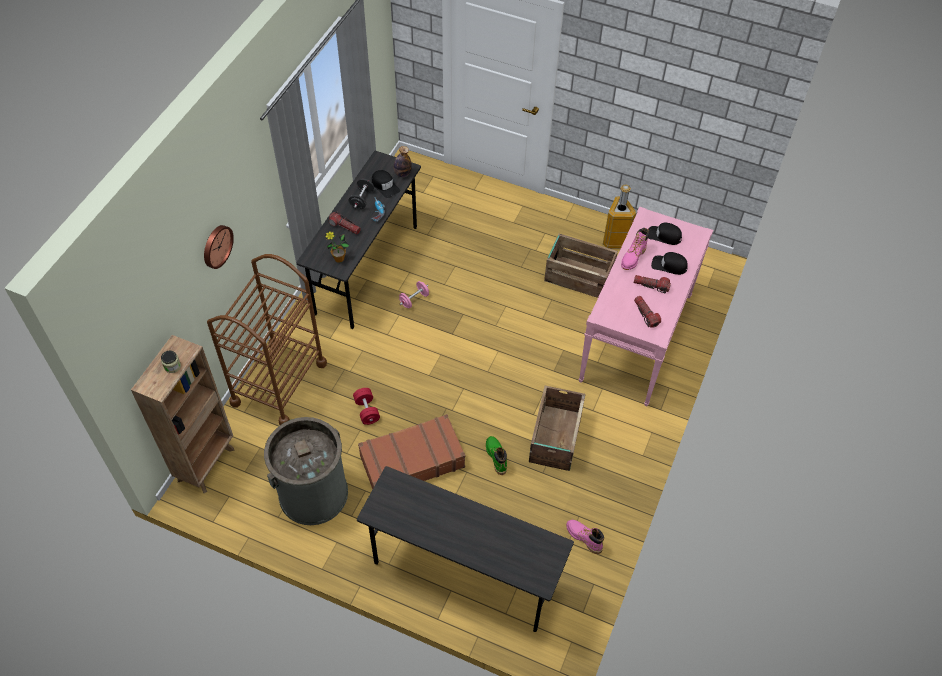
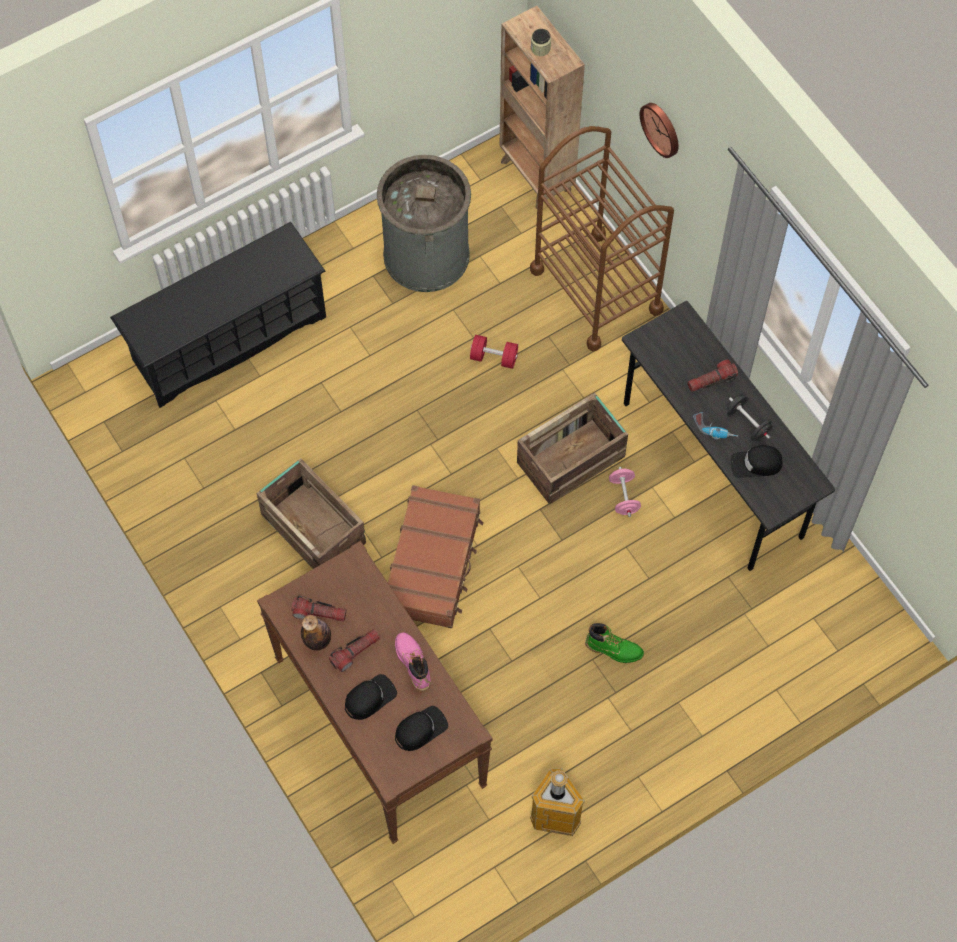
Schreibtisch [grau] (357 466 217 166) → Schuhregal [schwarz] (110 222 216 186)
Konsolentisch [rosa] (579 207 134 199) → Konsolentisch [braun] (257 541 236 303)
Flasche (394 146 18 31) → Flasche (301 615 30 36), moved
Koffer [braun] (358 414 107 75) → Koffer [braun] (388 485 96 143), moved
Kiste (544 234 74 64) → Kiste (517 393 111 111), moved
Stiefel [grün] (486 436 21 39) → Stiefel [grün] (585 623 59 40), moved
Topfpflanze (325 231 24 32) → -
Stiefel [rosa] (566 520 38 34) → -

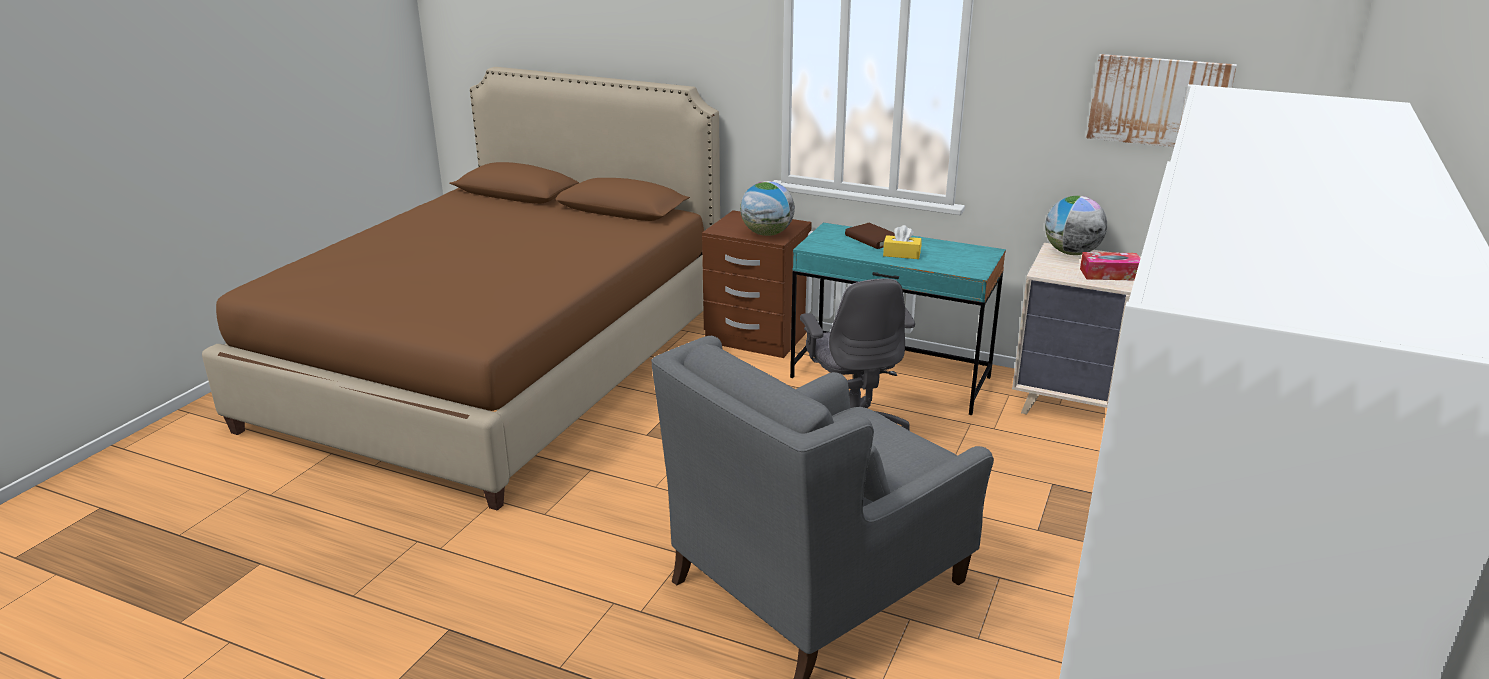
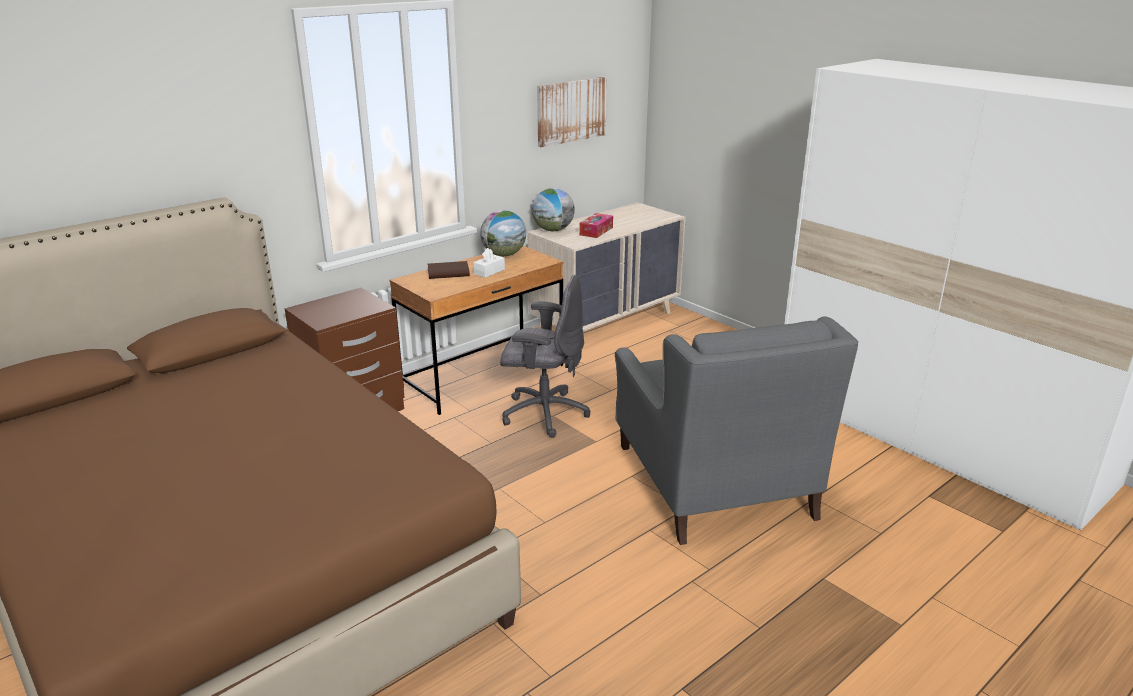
Schreibtisch [türkis] (790 223 216 192) → Schreibtisch [braun] (390 246 173 169)
Taschentuchbox [gelb] (883 225 39 34) → Taschentuchbox [weiß] (474 248 31 30)
Globus (740 181 55 55) → Globus (480 210 46 46), moved

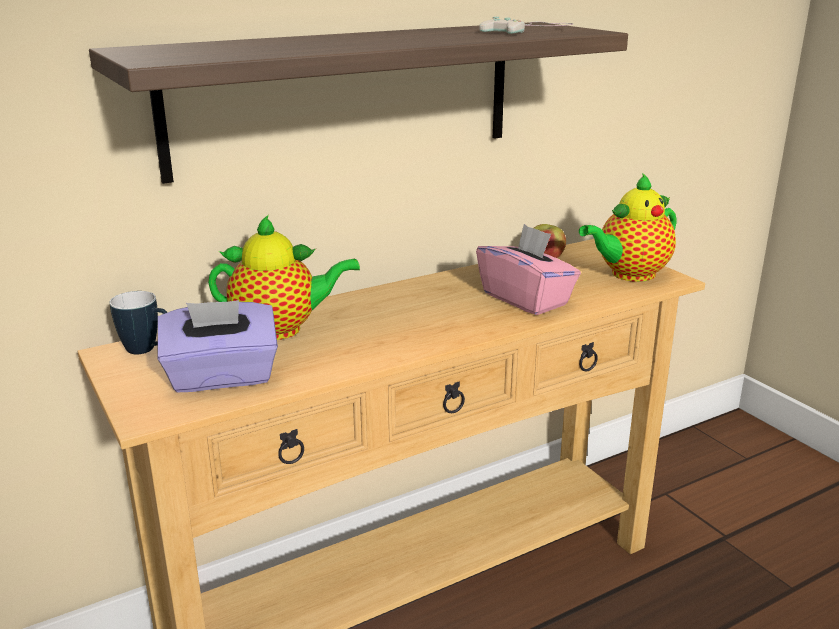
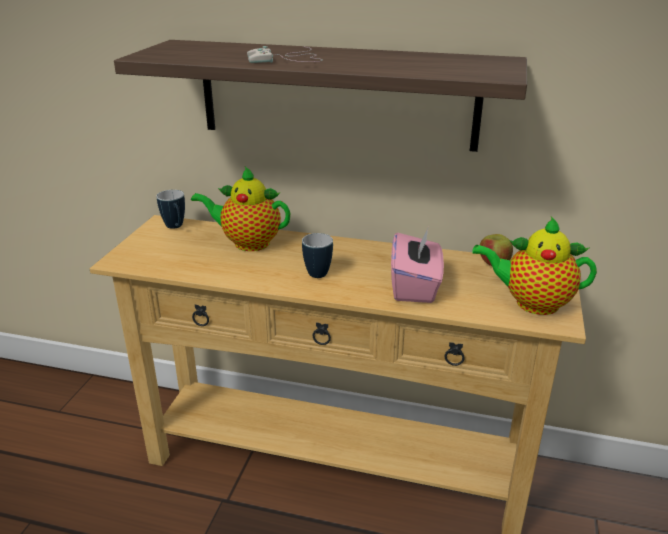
Teekanne (208 215 152 125) → Teekanne (191 167 99 84), 150 degrees clockwise
Gamepad [weiß] (479 17 94 17) → Gamepad [weiß] (247 46 76 17), moved
- → Henkelbecher (302 233 31 45)
Taschentuchbox [lila] (157 300 121 92) → -

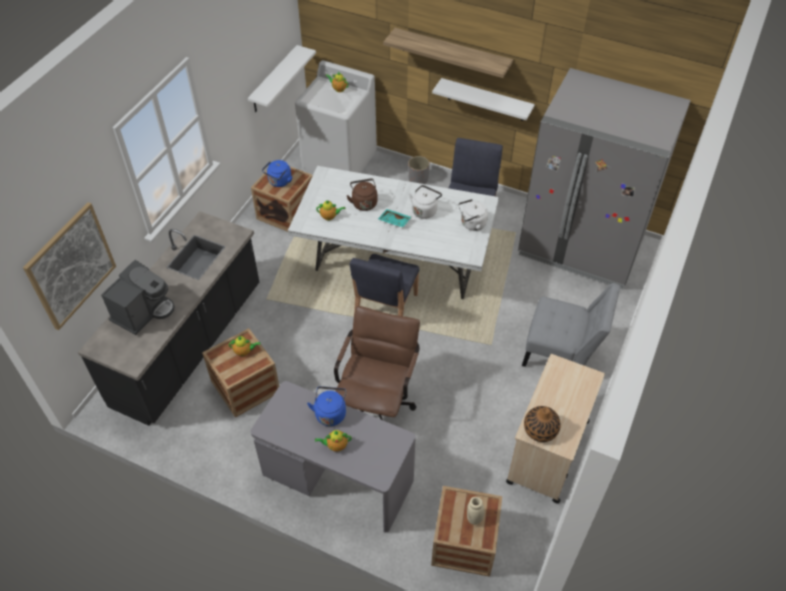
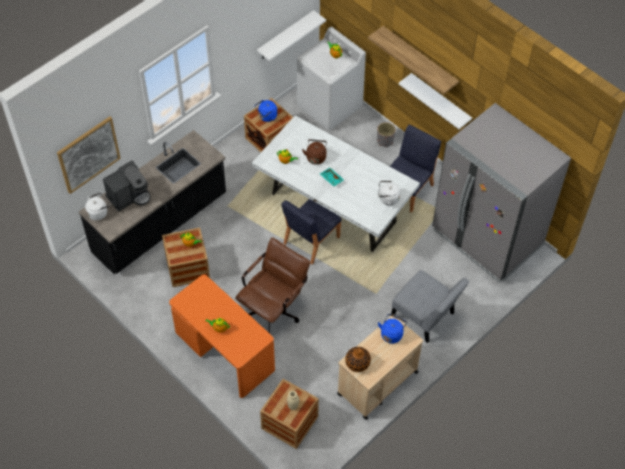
Wasserkessel [weiß] (409 185 33 34) → Wasserkessel [weiß] (85 193 25 27), moved
Schreibtisch [grau] (251 381 165 152) → Schreibtisch [orange] (169 274 106 124)
Wasserkessel [blau] (307 386 40 40) → Wasserkessel [blau] (378 314 29 30), moved

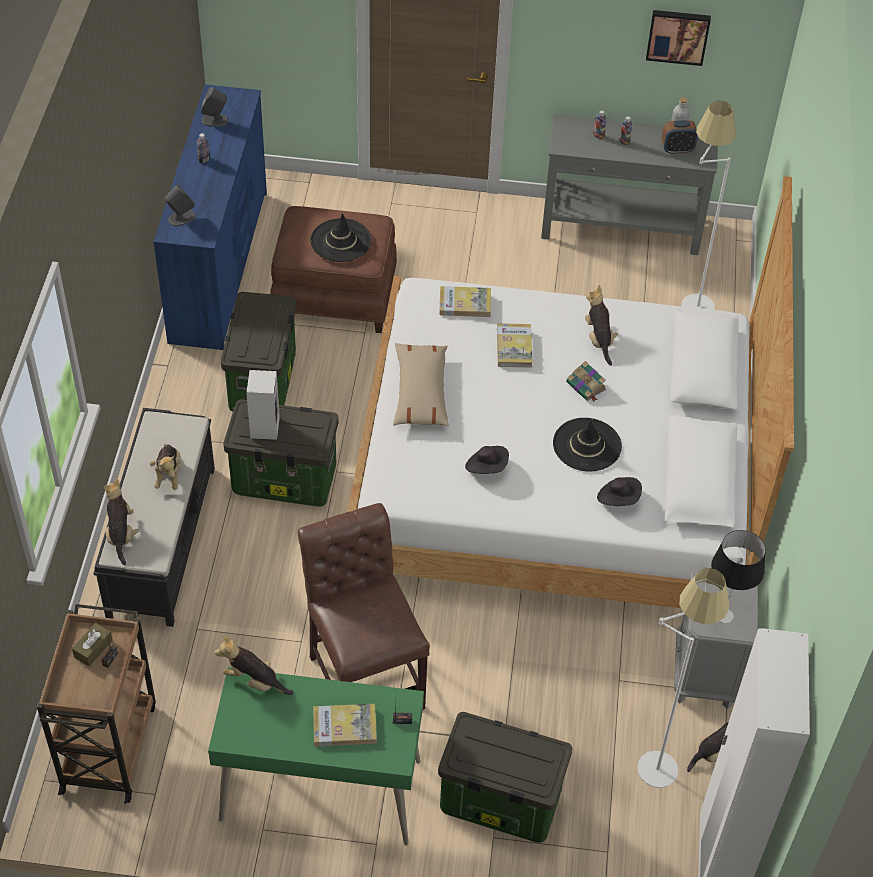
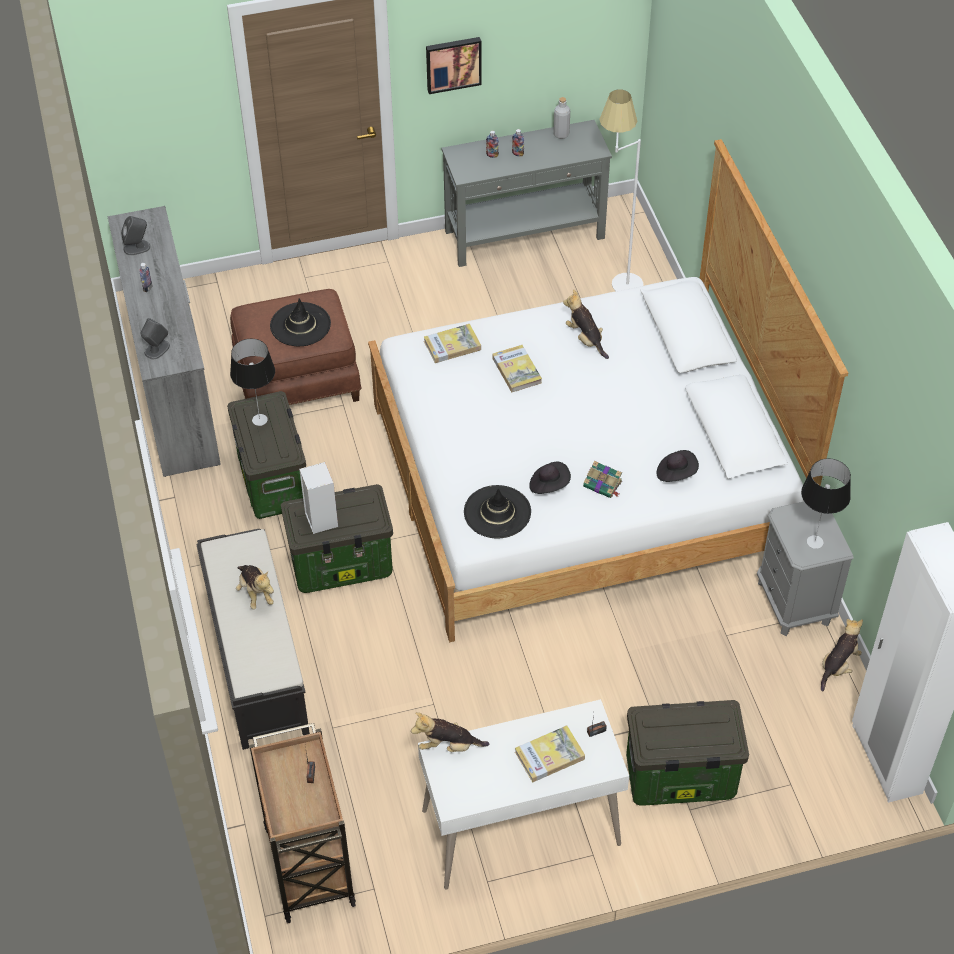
Kommode [blau] (153 84 114 266) → Kommode [grau] (108 206 113 271)
- → Tischlampe (230 339 45 87)
Schreibtisch [grün] (208 667 216 178) → Schreibtisch [weiß] (418 699 211 191)
Bild (646 10 65 56) → Bild (426 37 56 57), moved
Hut [schwarz] (553 418 69 54) → Hut [schwarz] (464 485 67 54), moved
Buch (566 361 40 41) → Buch (583 461 39 37), moved
Taschentuchbox [braun] (72 623 41 43) → -
Plüschtier (103 478 36 87) → -
Stuhl [braun] (298 503 132 207) → -
Kissen [beige] (393 343 56 83) → -
Stehlampe [weiß] (637 568 92 220) → -
Wecker (662 120 36 34) → -

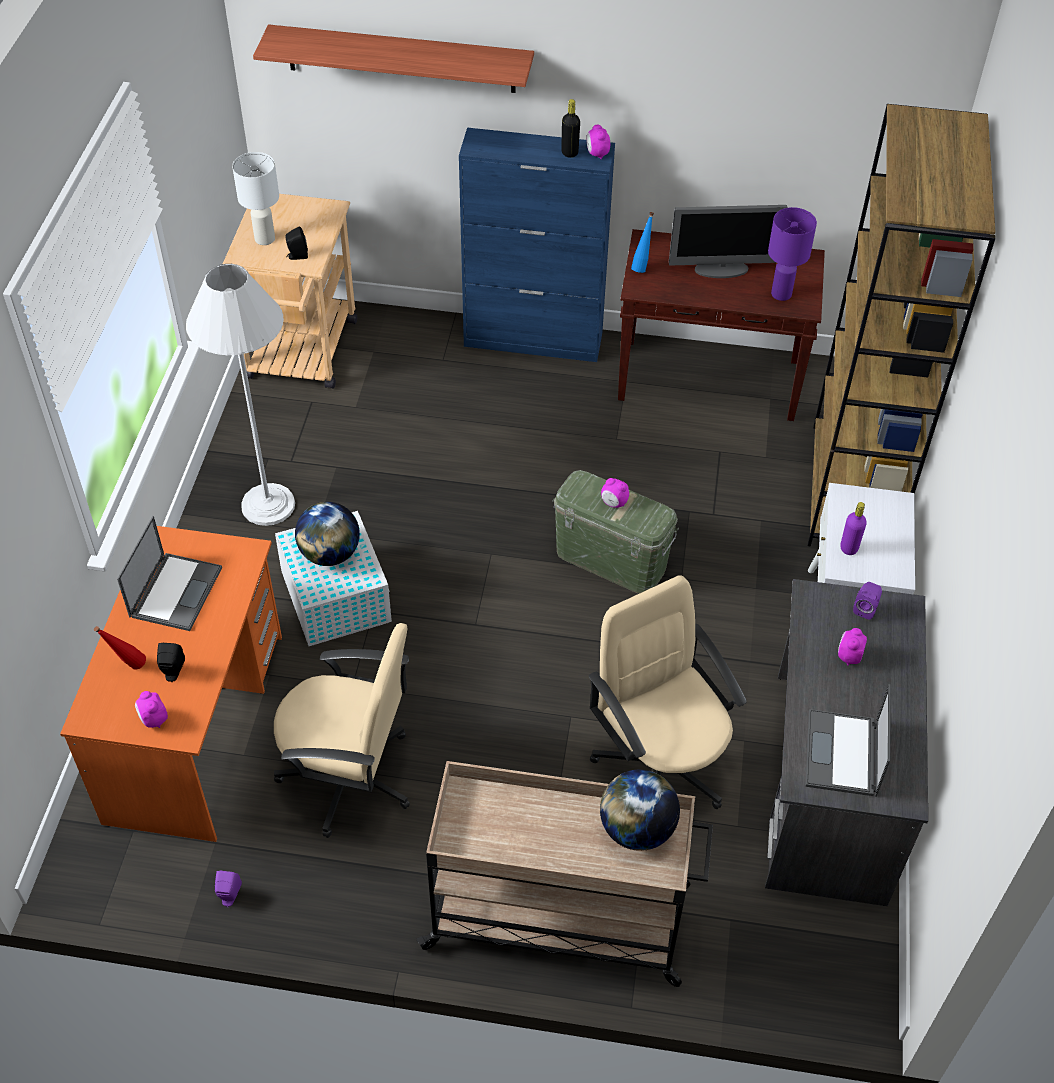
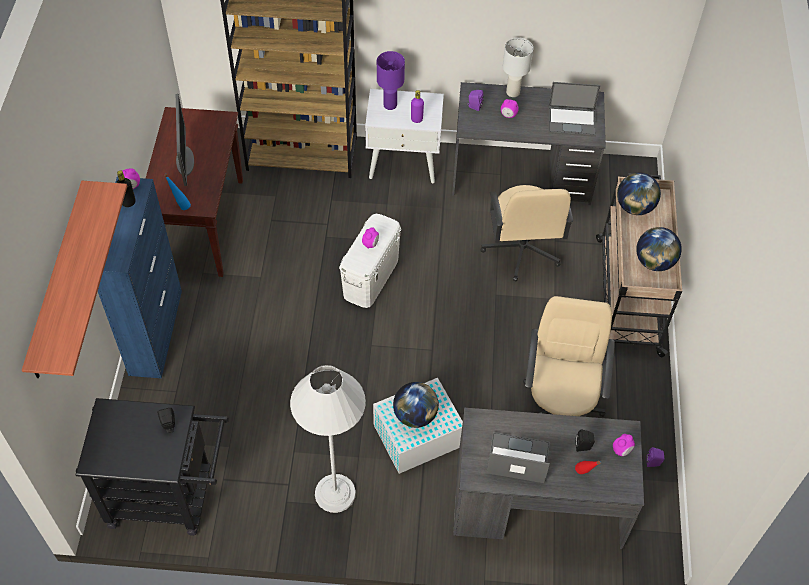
Rollwagen [beige] (223 194 134 195) → Rollwagen [schwarz] (76 398 153 138)
Aufbewahrungsbox [grün] (552 470 127 124) → Aufbewahrungsbox [weiß] (339 214 62 94)
Tischlampe [lila] (768 207 49 94) → Tischlampe [lila] (377 51 28 59), moved
Schreibtisch [orange] (60 526 222 316) → Schreibtisch [grau] (453 408 191 141)
Bürostuhl [beige] (589 575 158 234) → Bürostuhl [beige] (480 185 93 97), 60 degrees counterclockwise
Tischlampe [weiß] (232 152 47 93) → Tischlampe [weiß] (503 38 30 59), moved
- → Globus (636 227 46 44)

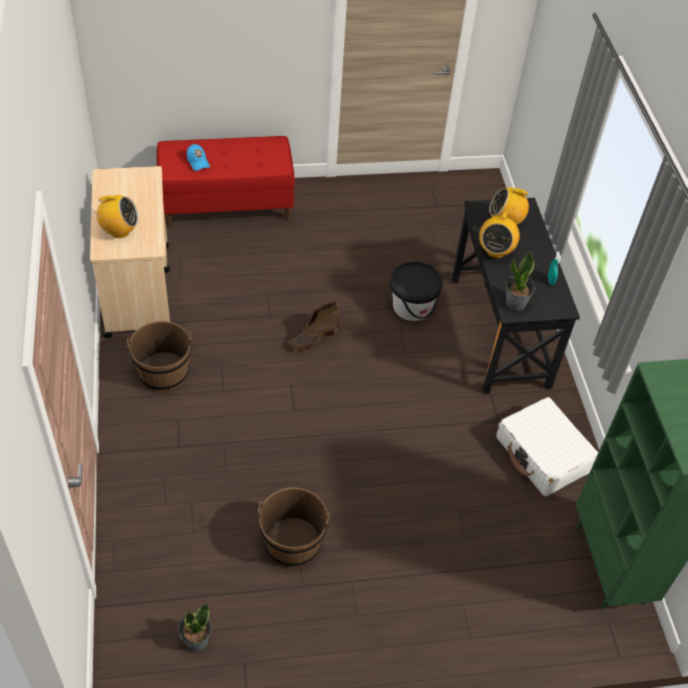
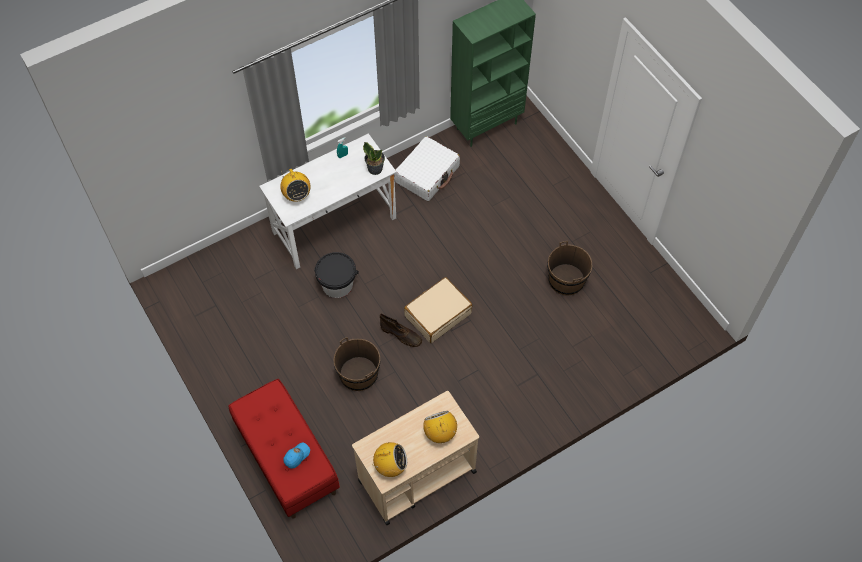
Schreibtisch [schwarz] (452 198 128 196) → Schreibtisch [weiß] (259 133 138 136)
Eimer [braun] (127 321 64 71) → Eimer [braun] (334 337 46 54), moved
Radio (479 208 41 50) → Radio (372 442 35 35), moved
- → Koffer [beige] (404 277 68 66)
Topfpflanze (178 603 33 49) → -

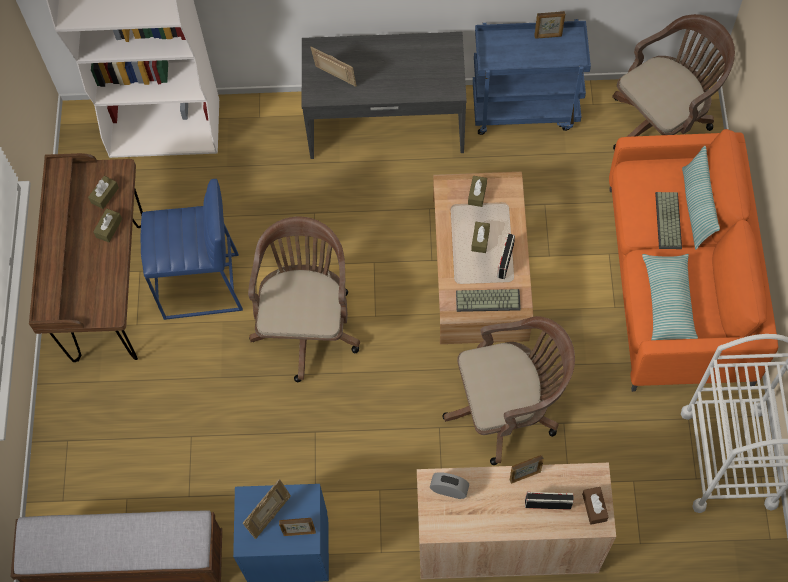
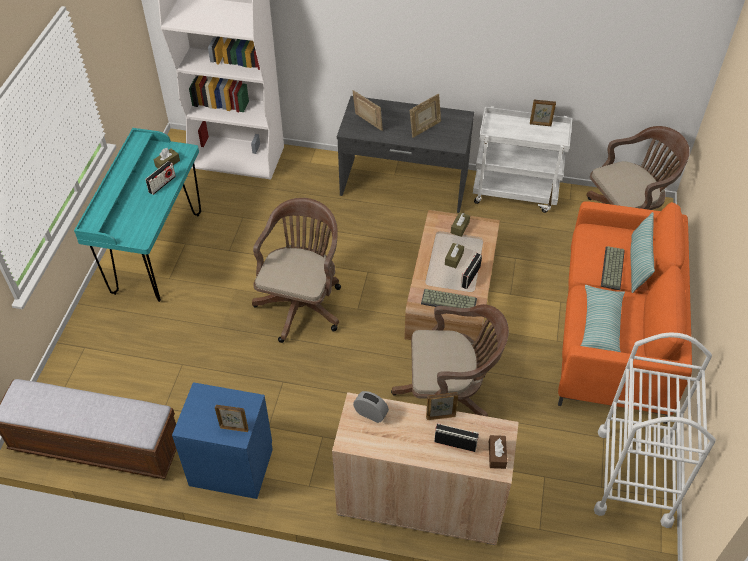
Schreibtisch [braun] (29 153 114 209) → Schreibtisch [türkis] (74 128 127 174)
Taschentuchbox [braun] (93 208 29 34) → Radio (145 161 31 34)
Bilderrahmen (243 479 48 60) → Bilderrahmen (410 94 31 44), moved
Rollwagen [blau] (473 19 118 116) → Rollwagen [weiß] (473 106 99 107)
Hocker [blau] (140 179 103 141) → -

